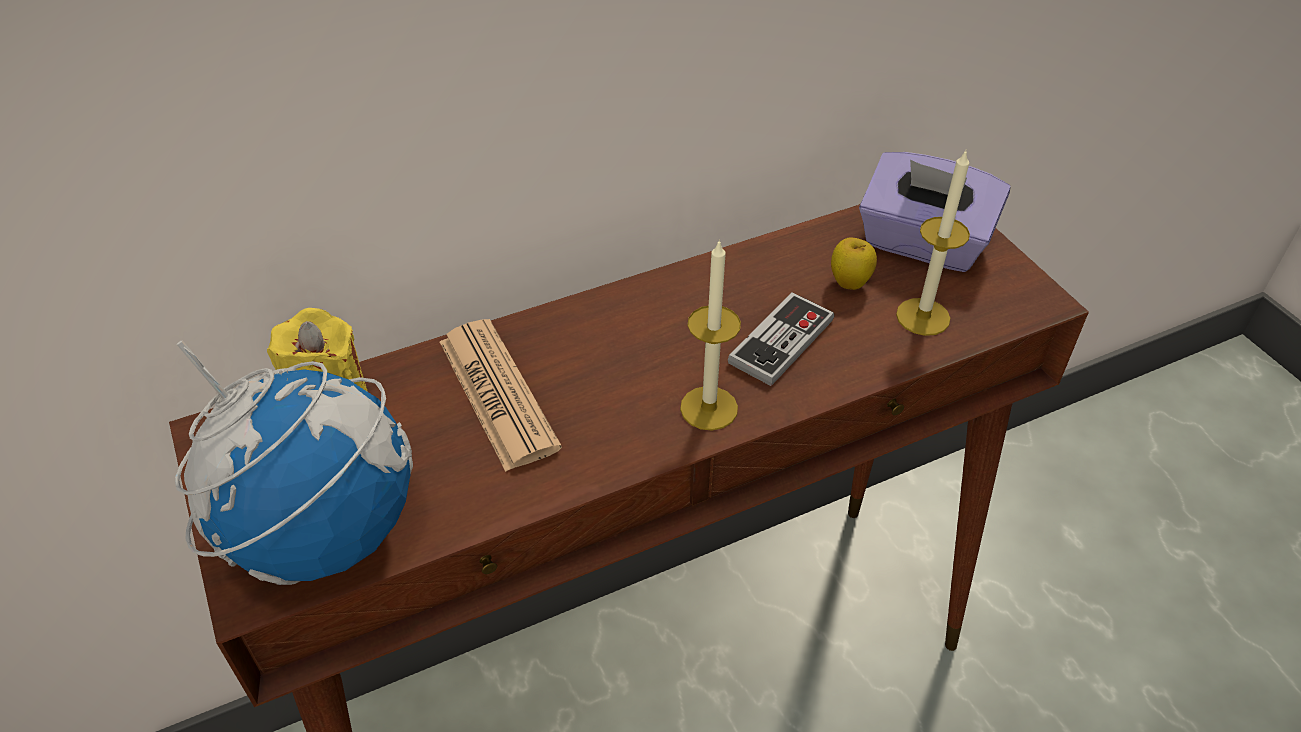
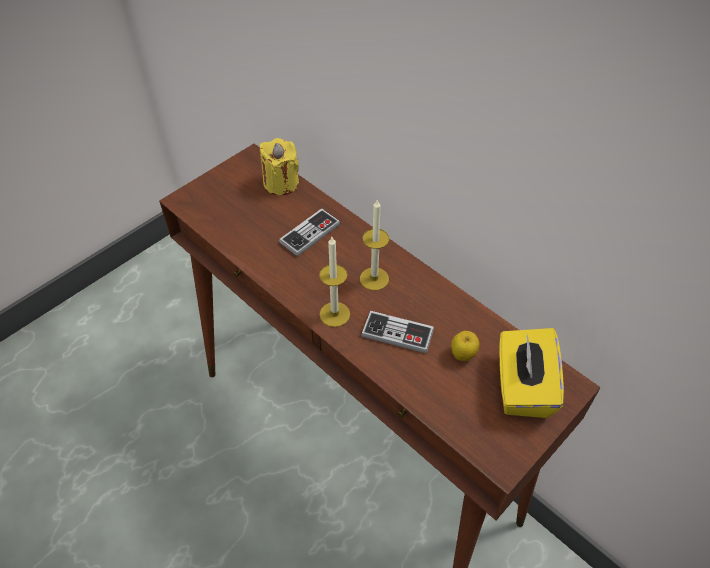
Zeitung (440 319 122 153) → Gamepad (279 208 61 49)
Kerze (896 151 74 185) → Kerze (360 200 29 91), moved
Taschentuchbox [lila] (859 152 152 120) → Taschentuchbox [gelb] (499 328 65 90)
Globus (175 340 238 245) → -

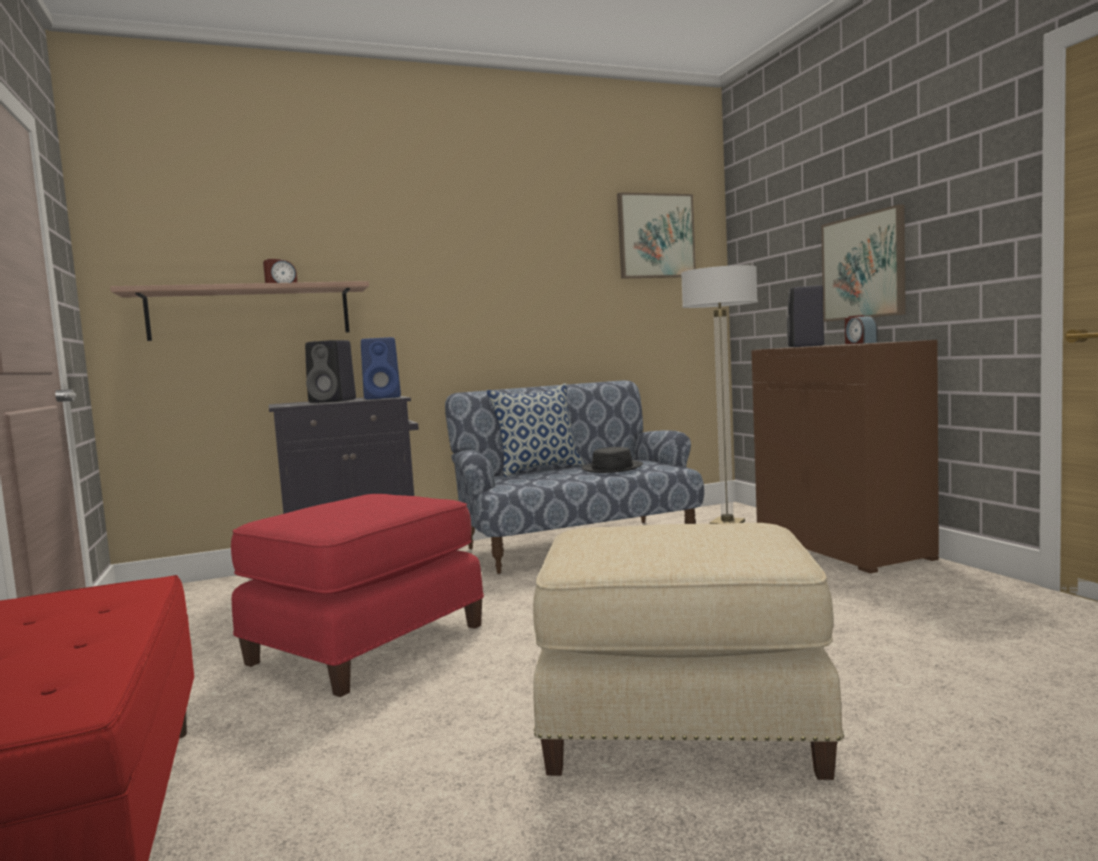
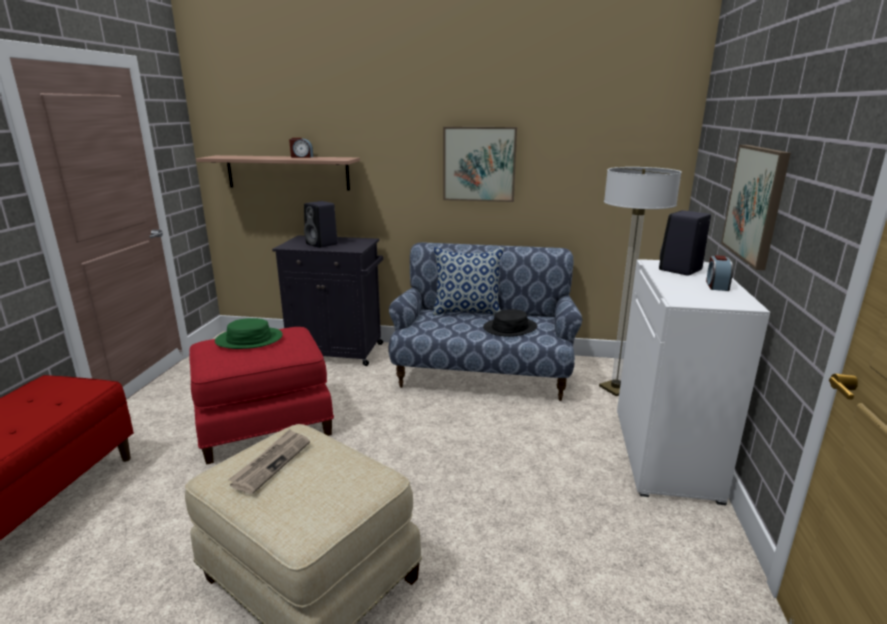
- → Hut [grün] (215 318 68 31)
- → Zeitung (228 429 82 65)
Bild (617 192 79 87) → Bild (443 127 74 75), moved
Schrank [braun] (751 340 188 234) → Schrank [weiß] (617 259 153 246)
Lautsprecher [blau] (361 337 40 62) → -

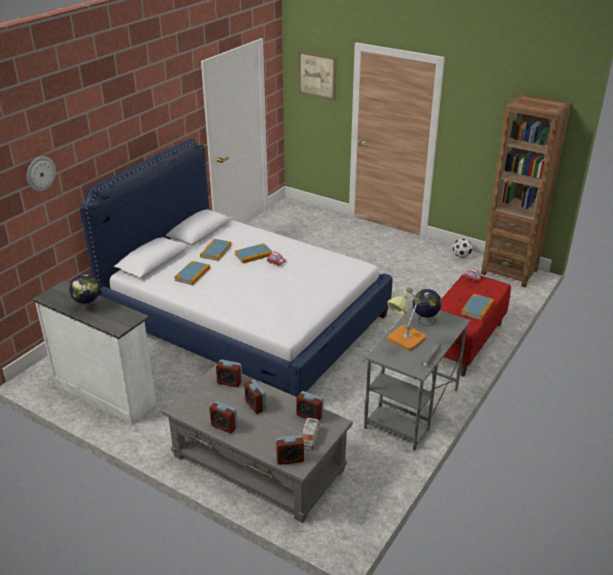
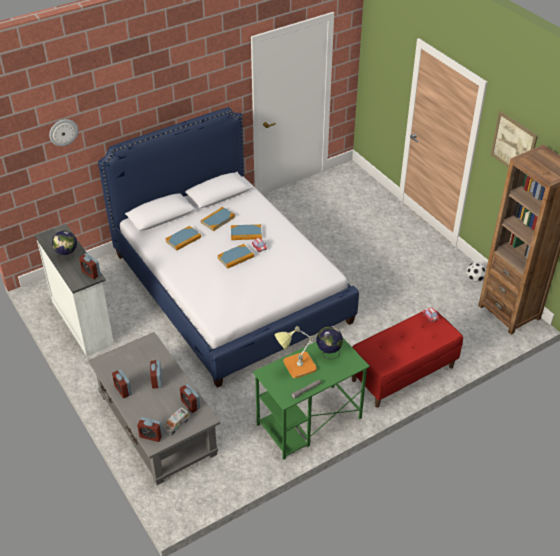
Wecker (216 359 26 28) → Wecker (79 253 22 26), moved
Buch (461 294 33 27) → Buch (217 244 37 25), moved
Schreibtisch [grau] (364 306 107 144) → Schreibtisch [grün] (253 338 117 122)
Bild (298 50 39 51) → Bild (490 111 48 57), moved

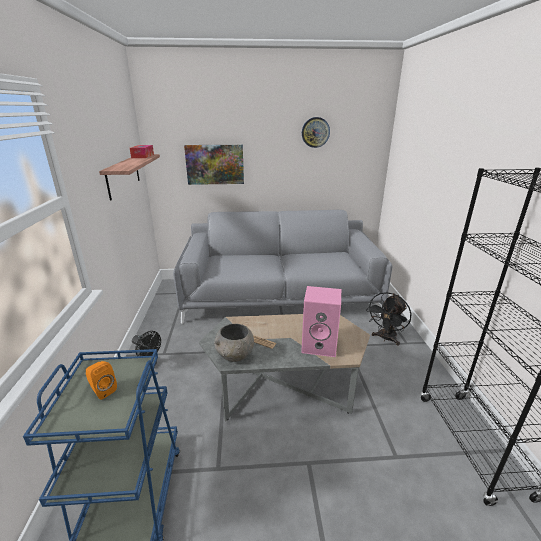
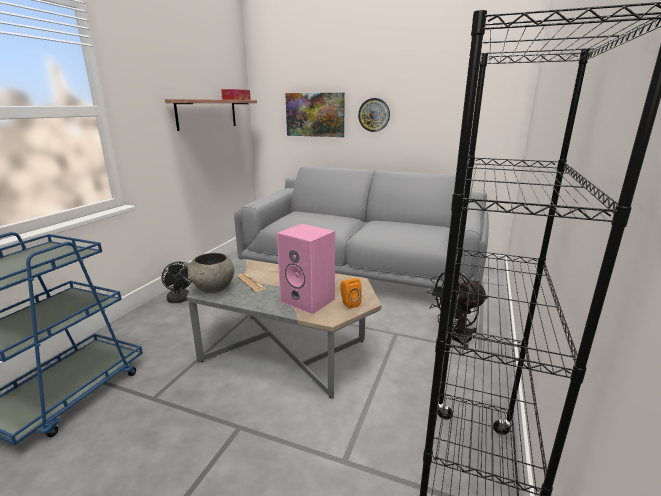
Lautsprecher [orange] (86 361 31 39) → Lautsprecher [orange] (340 278 22 31), moved
Wanduhr (302 117 28 31) → Wanduhr (358 98 32 34), moved

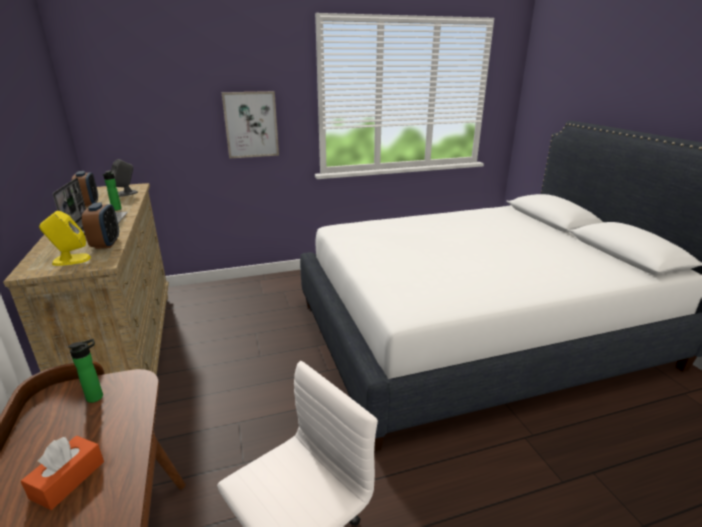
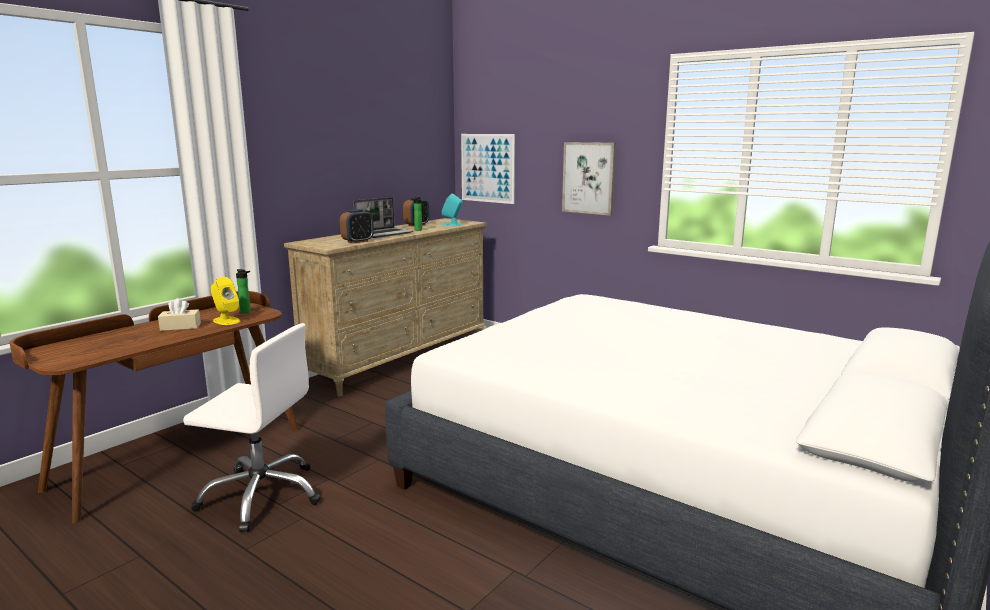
Taschentuchbox [orange] (21 436 83 74) → Taschentuchbox [beige] (158 298 43 33)
Lautsprecher [gelb] (39 211 52 55) → Lautsprecher [gelb] (211 277 30 48), moved
Lautsprecher [grau] (111 159 27 38) → Lautsprecher [türkis] (442 193 21 33)
- → Bild (461 134 54 70)

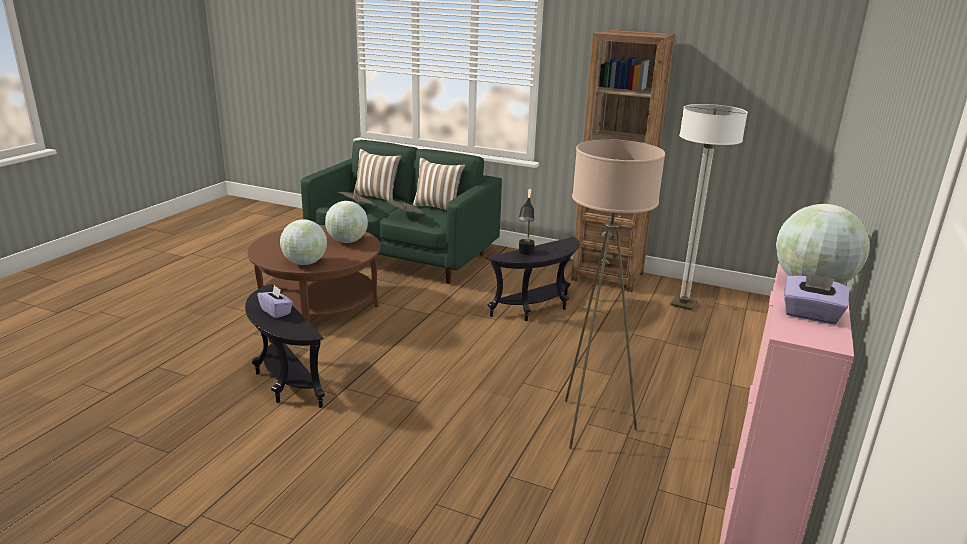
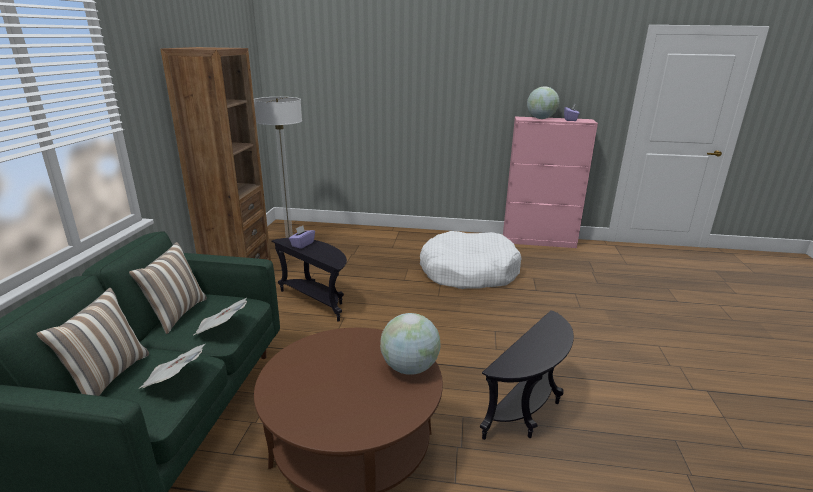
Taschentuchbox [lila] (257 285 36 33) → Taschentuchbox [lila] (289 226 26 23), moved
Stehlampe [beige] (565 139 100 310) → Hundebett [weiß] (420 231 102 58)
Globus (325 201 43 42) → -
Tischlampe [schwarz] (518 189 17 66) → -

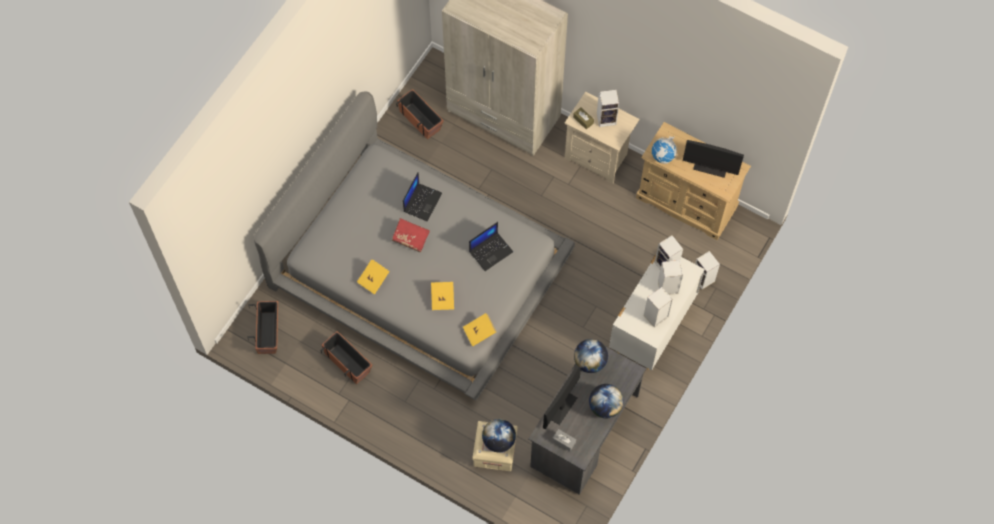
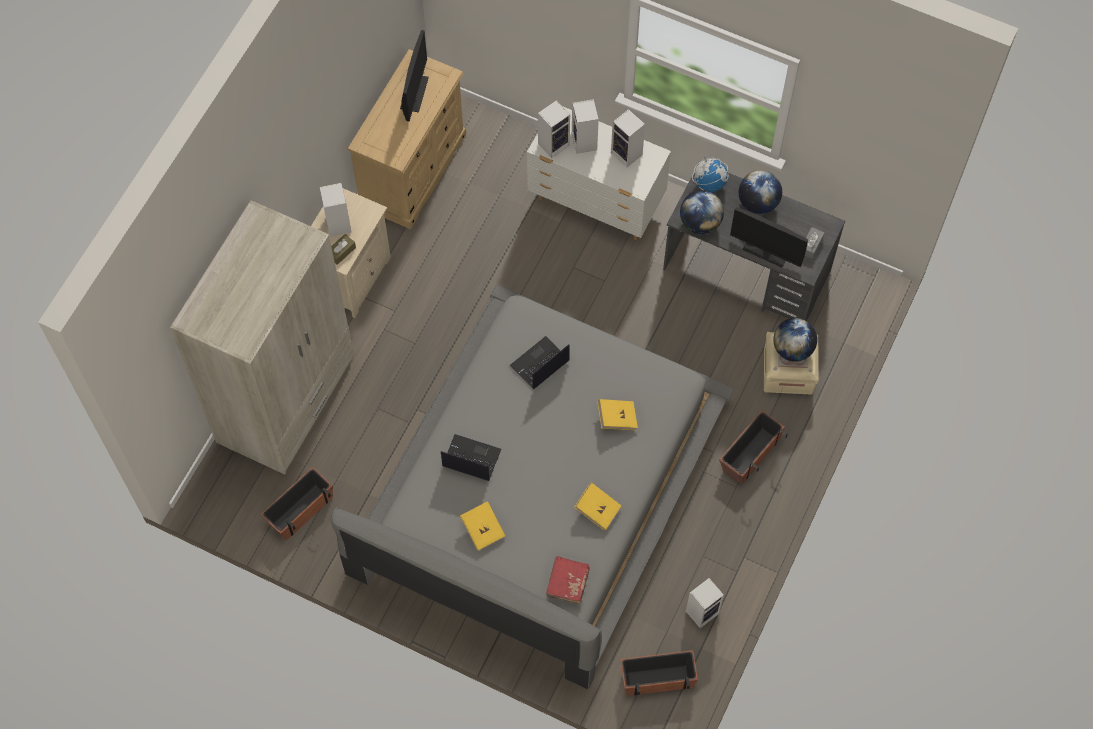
Buch [gelb] (463 313 33 33) → Buch [gelb] (460 501 45 49), moved
Laptop (469 222 44 49) → Laptop (509 336 61 53), 90 degrees counterclockwise
Buch [rot] (392 218 38 34) → Buch [rot] (546 556 44 48), moved
Lautsprecher (695 251 25 39) → Lautsprecher (686 578 38 50), moved
Globus (652 136 25 28) → Globus (692 153 36 39), moved
Pflanzkübel (320 331 52 53) → Pflanzkübel (719 410 69 74), moved

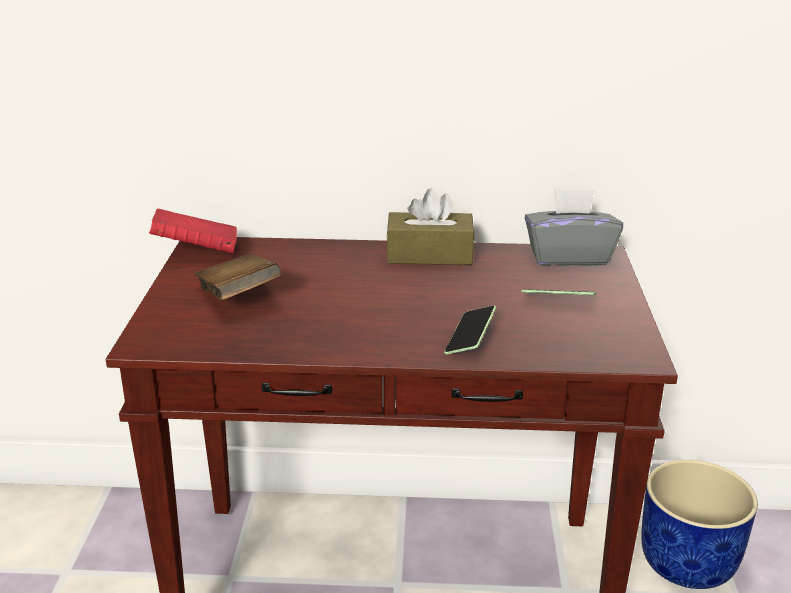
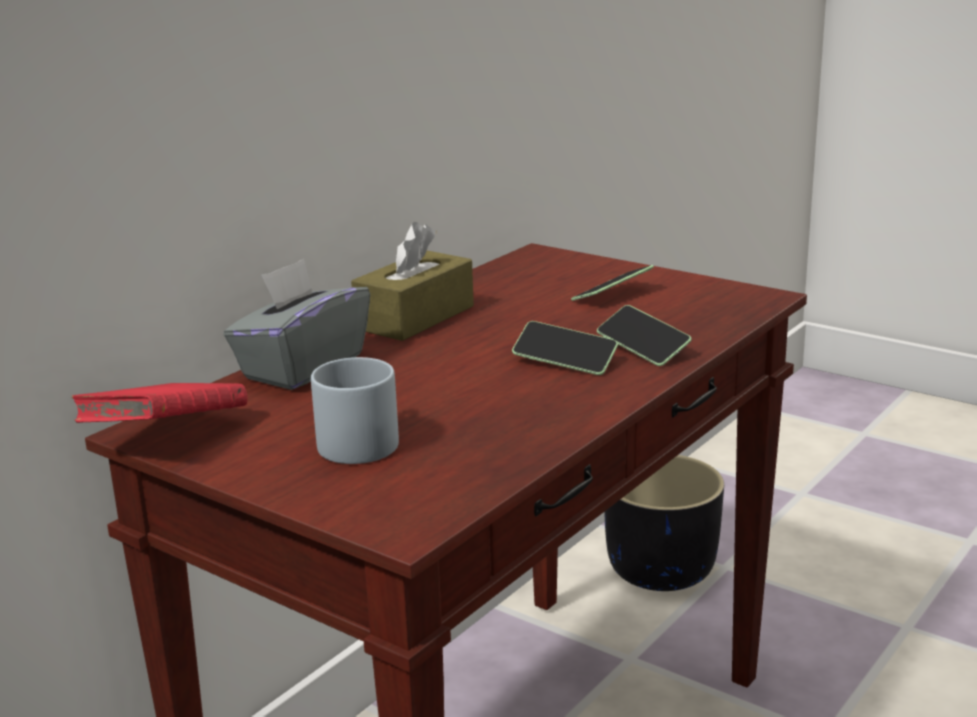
Taschentuchbox [grau] (525 189 98 77) → Taschentuchbox [grau] (223 259 147 131), moved
Buch [braun] (195 254 87 47) → Henkelbecher [grau] (311 357 88 107)
- → Handy (512 321 106 54)
Pflanzkübel [blau] (642 459 116 130) → Pflanzkübel [schwarz] (604 455 120 136)

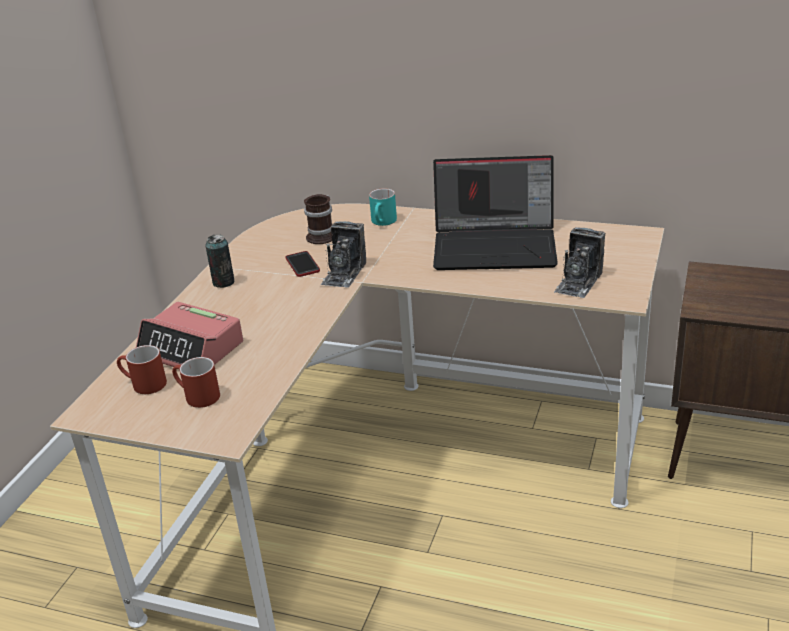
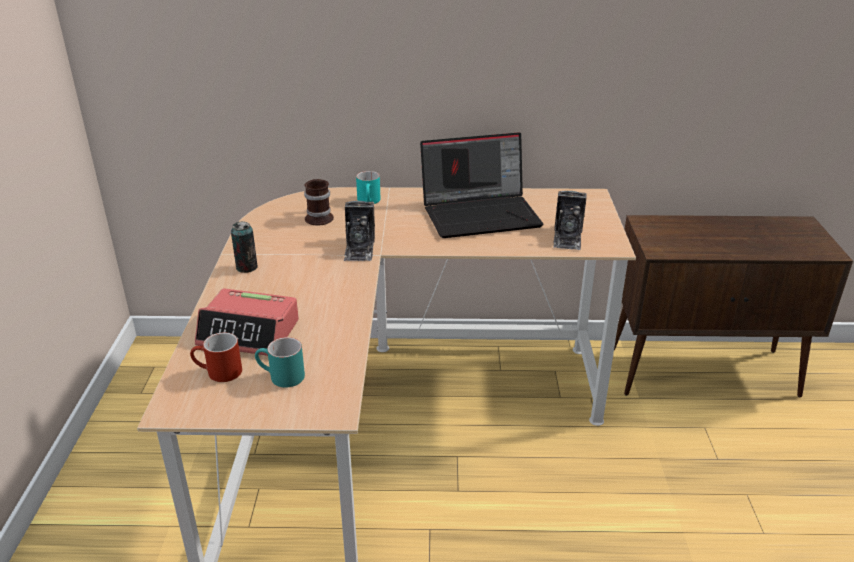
Henkelbecher [rot] (172 357 48 51) → Henkelbecher [türkis] (255 337 50 51)
Handy (285 251 35 26) → -

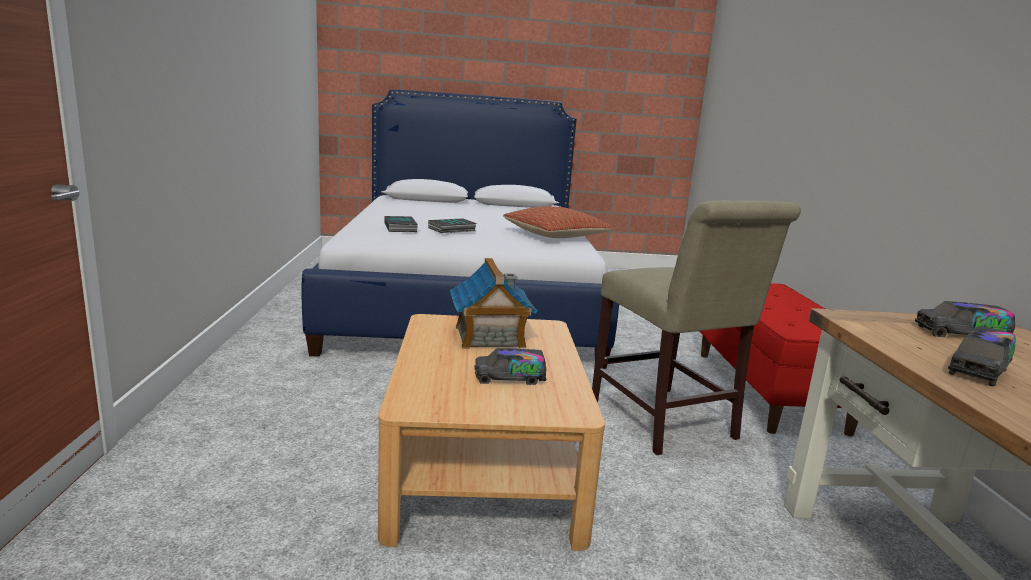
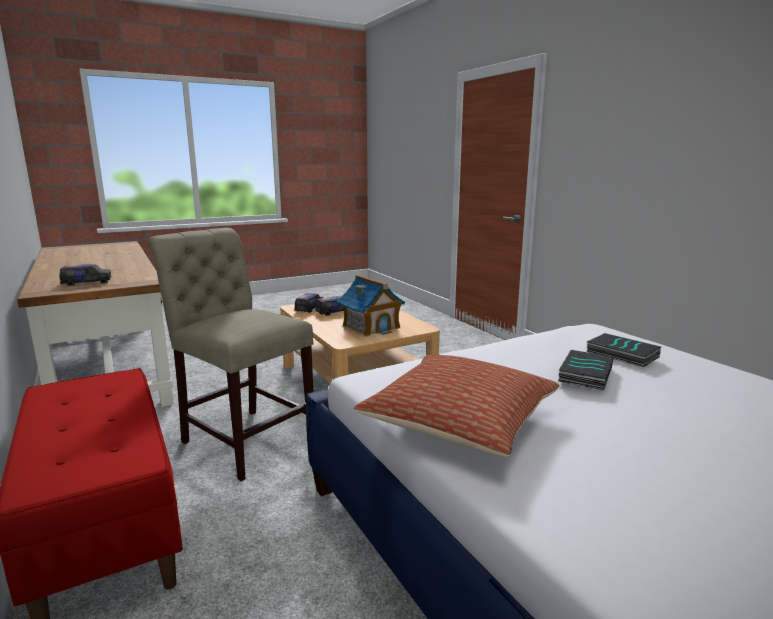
Spielzeuglaster (948 326 67 60) → Spielzeuglaster (295 293 28 20), moved

